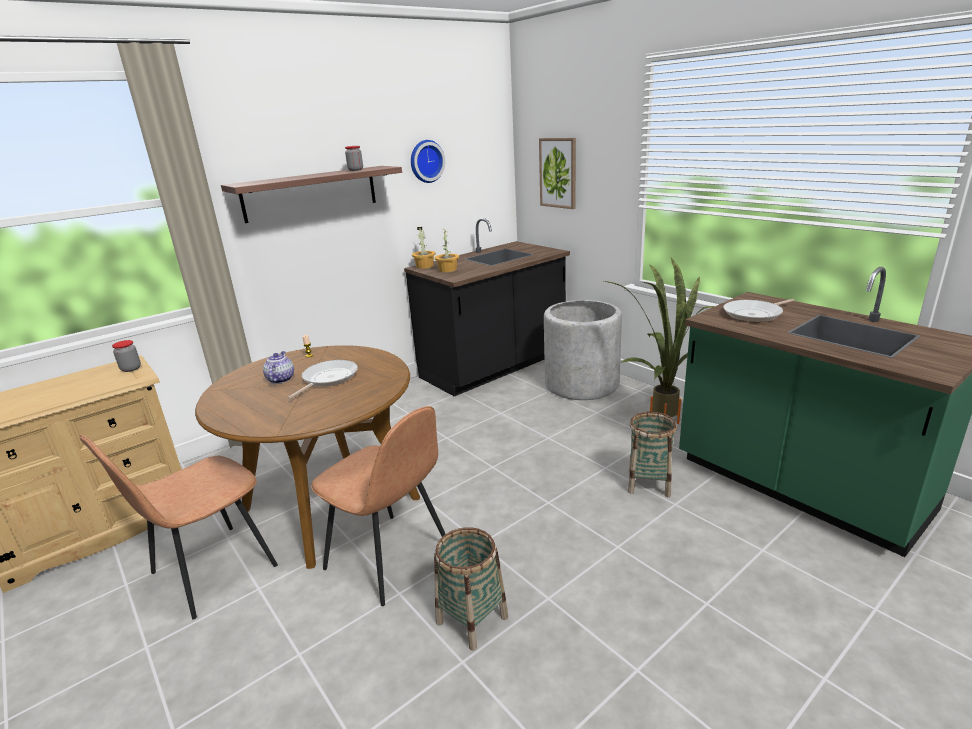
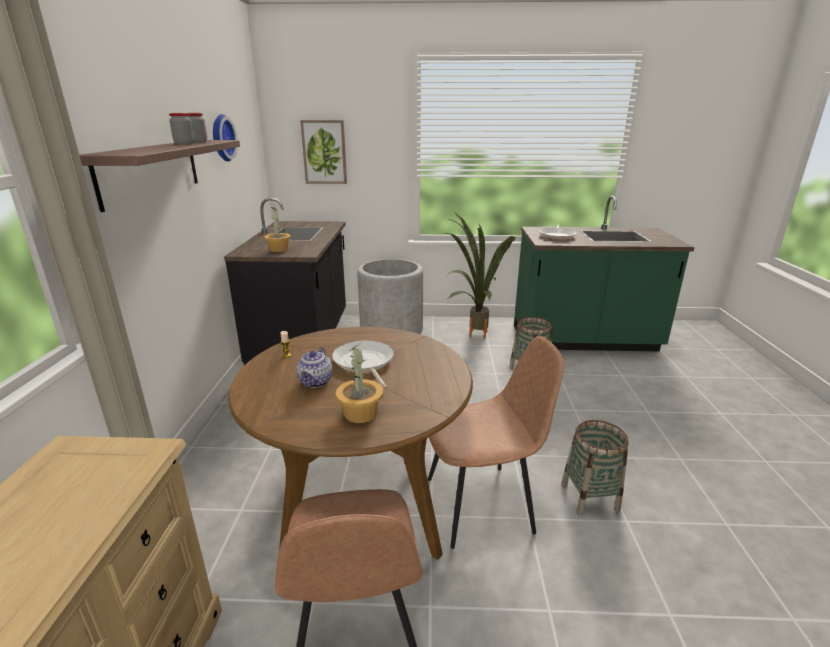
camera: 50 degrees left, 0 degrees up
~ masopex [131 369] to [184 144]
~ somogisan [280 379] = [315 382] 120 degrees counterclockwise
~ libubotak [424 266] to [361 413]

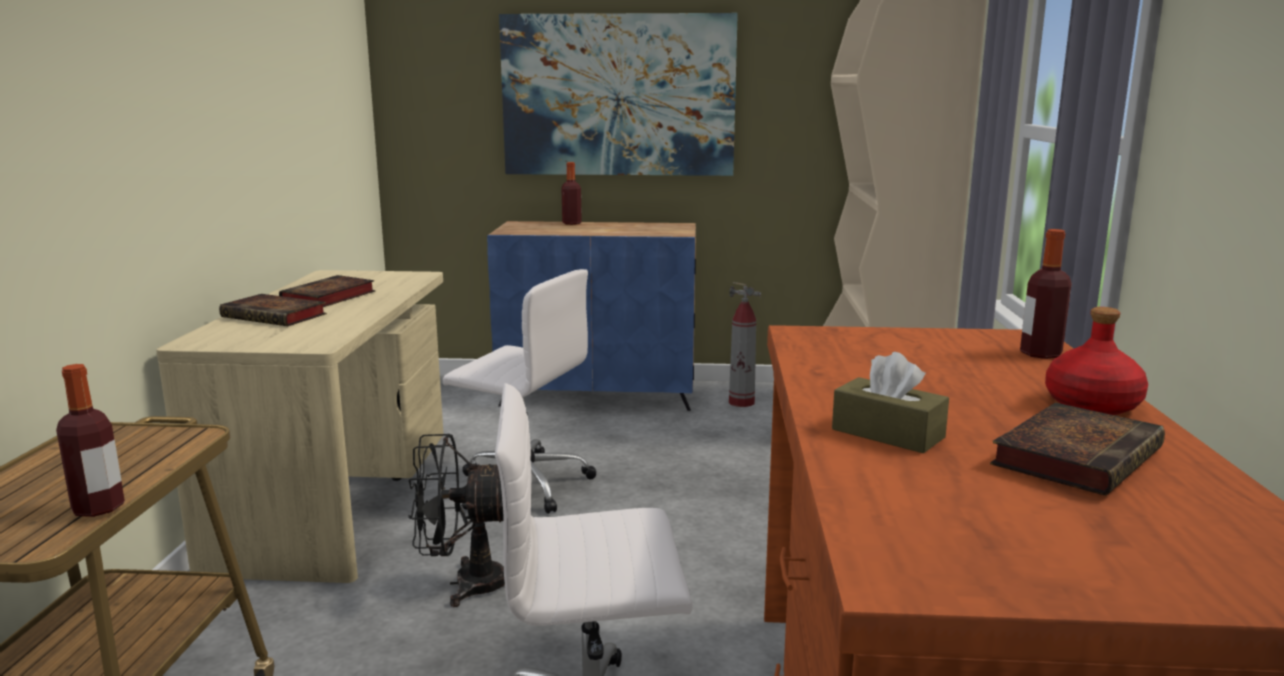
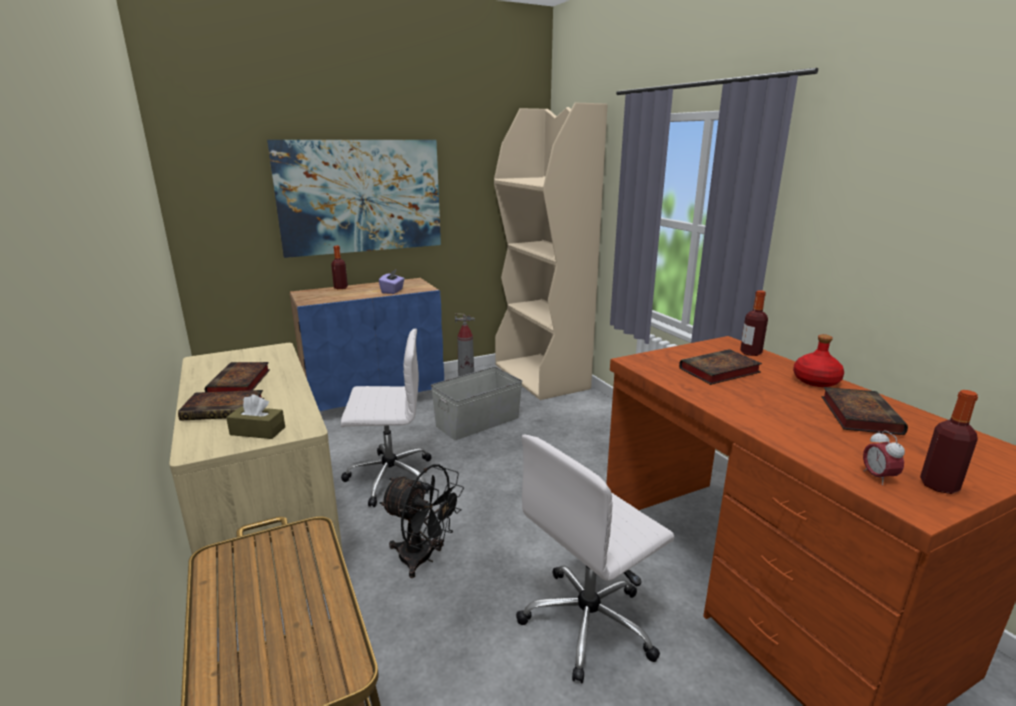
camera: 30 degrees left, 5 degrees up
~ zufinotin [98 508] to [939 486]
~ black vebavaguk [466 584] = [423 558] 120 degrees counterclockwise
~ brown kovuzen [887 433] to [257 431]
+ purple kovuzen [392 291]
+ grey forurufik [477 421]
+ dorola [718 371]
+ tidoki [877 477]

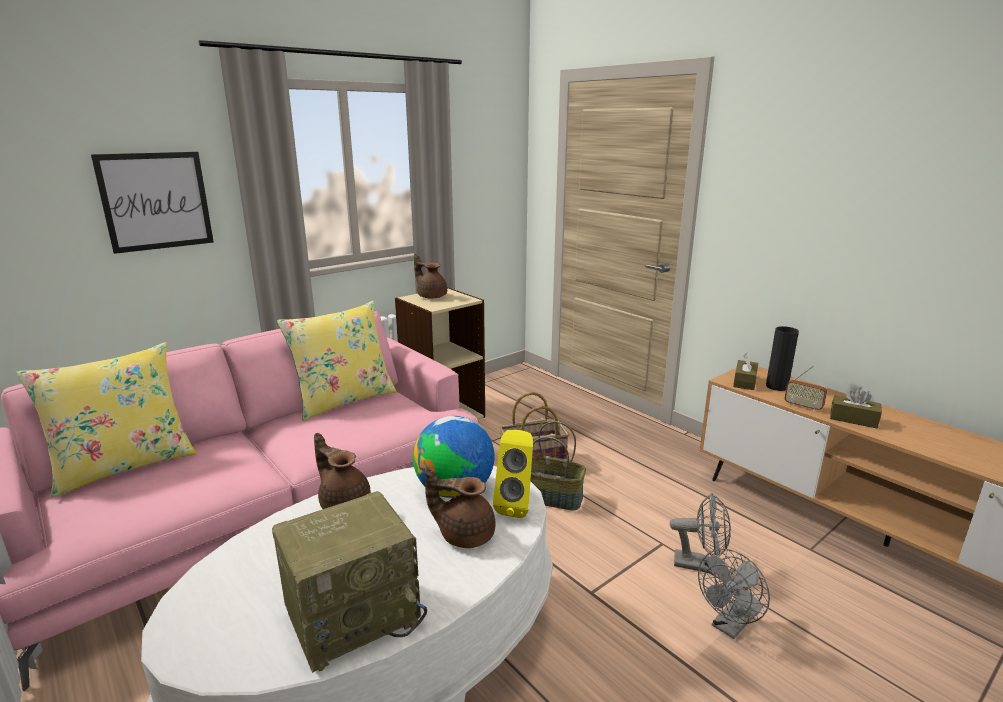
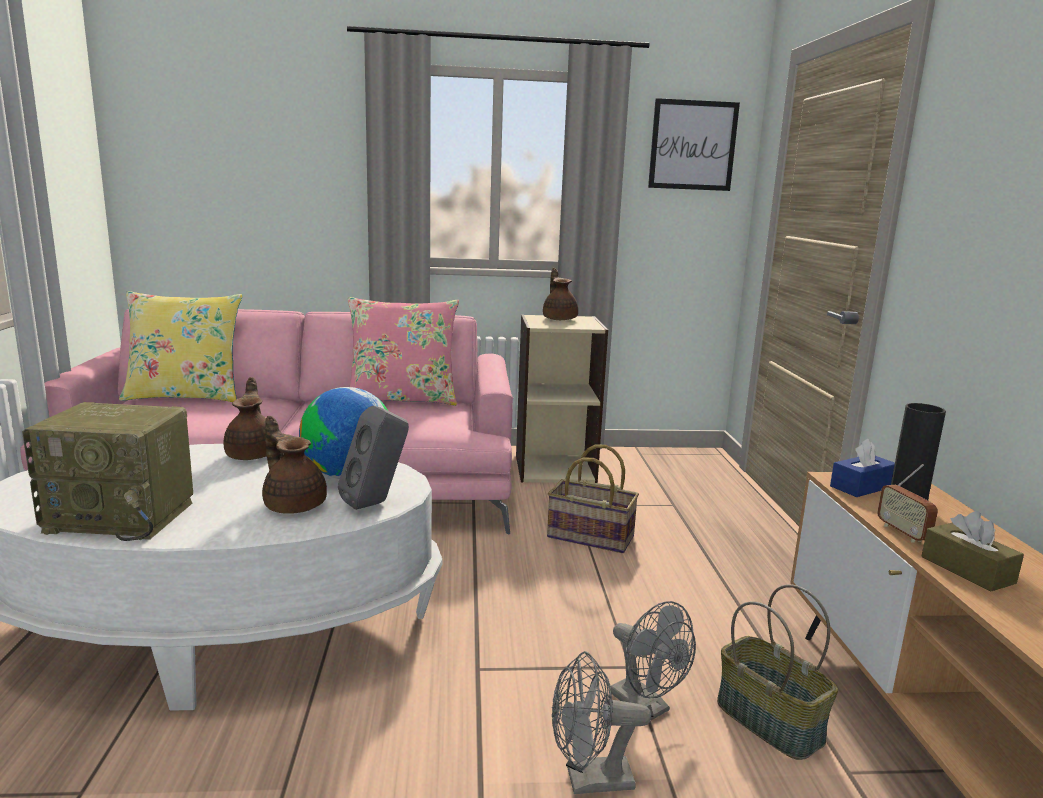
camera: 35 degrees right, 5 degrees down
~ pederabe [156 201] to [693 145]
~ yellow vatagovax [344 400] to pink vatagovax [402 399]
~ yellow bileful [516 505] to grey bileful [376 503]
~ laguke [553 497] to [771 721]
~ brown kovuzen [744 382] to blue kovuzen [861 487]

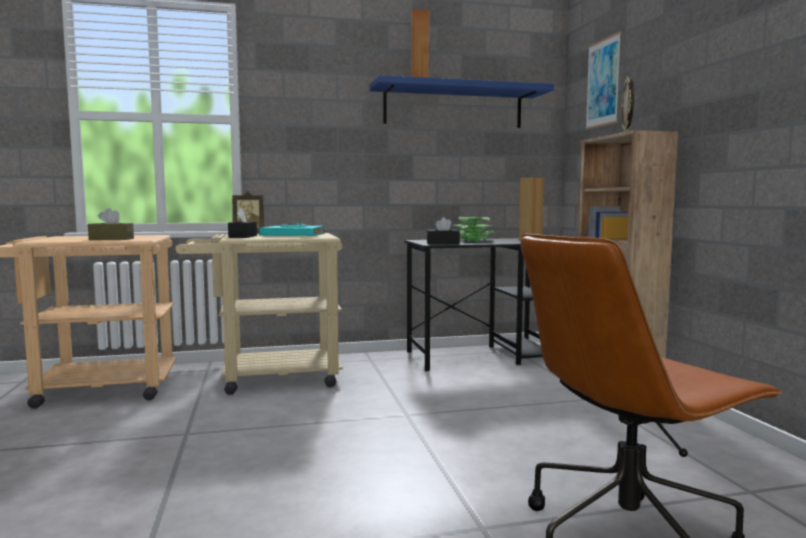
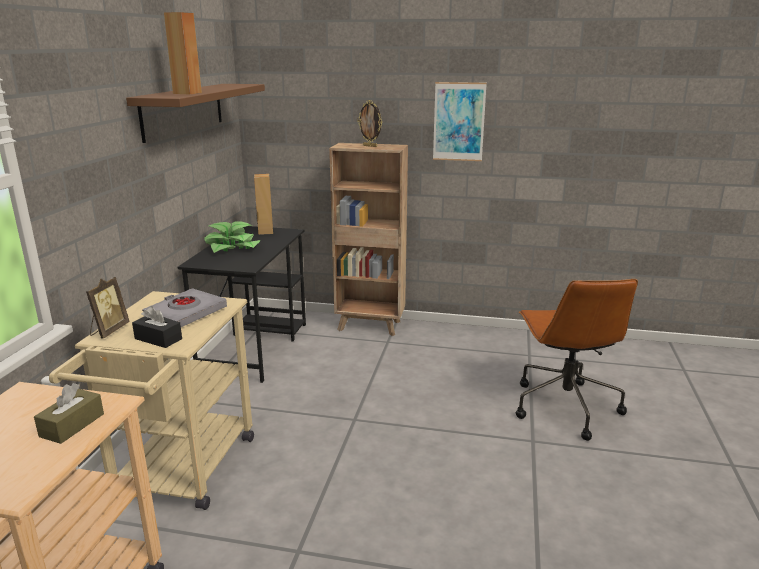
camera: 65 degrees left, 15 degrees up
~ turquoise dorola [293 236] to grey dorola [185 313]
~ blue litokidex [453 107] to brown litokidex [183 110]
- black kovuzen [443 243]
~ pederabe [603 83] to [459 122]

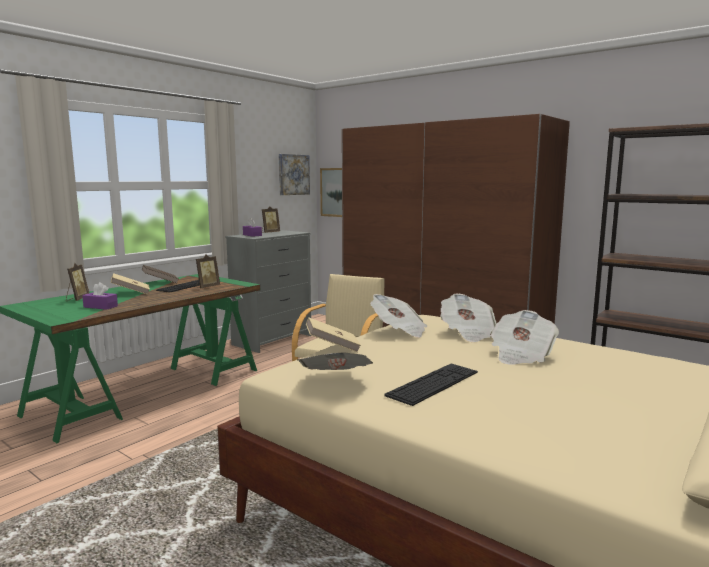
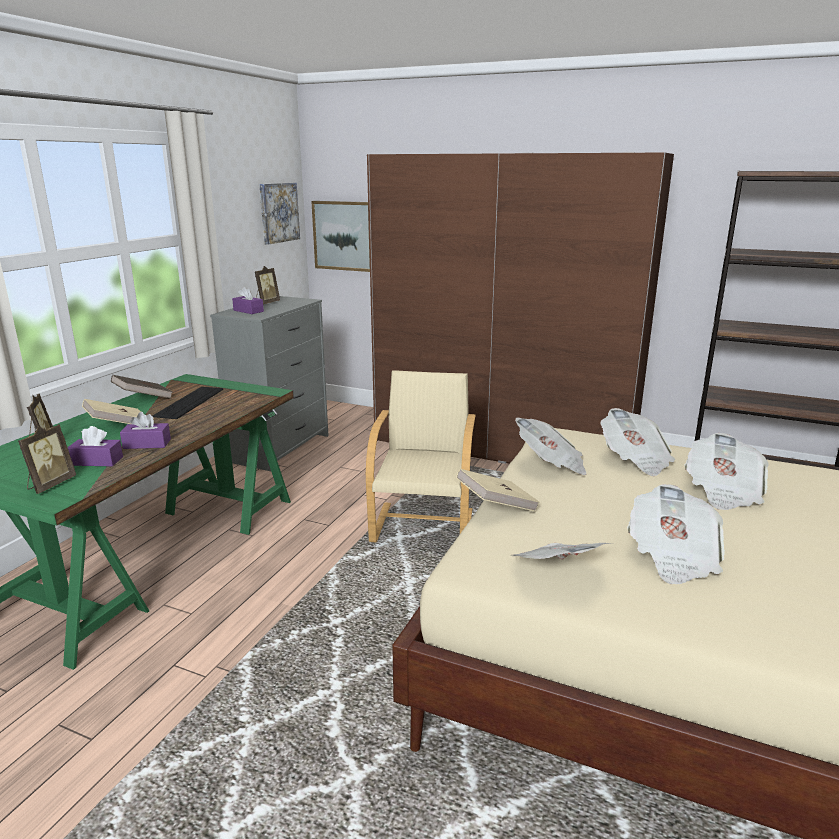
camera: 15 degrees left, 10 degrees up
~ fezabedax [207 287] to [50 485]
~ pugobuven [433 383] to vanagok [672 557]
+ purple kovuzen [147 444]

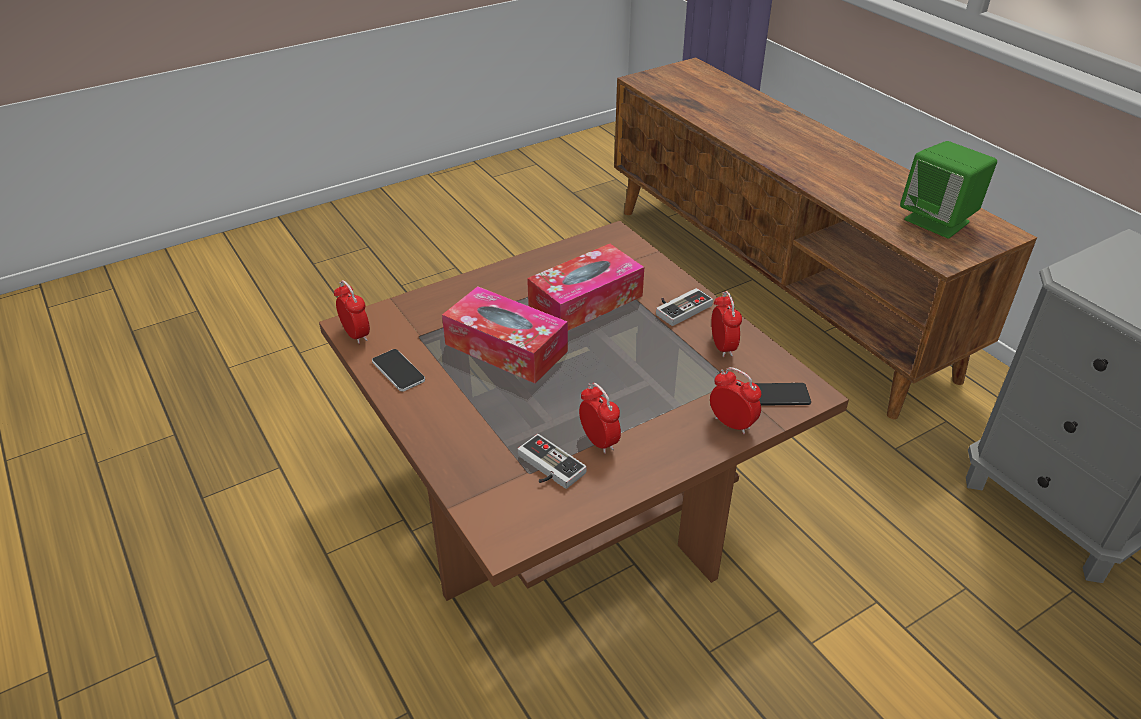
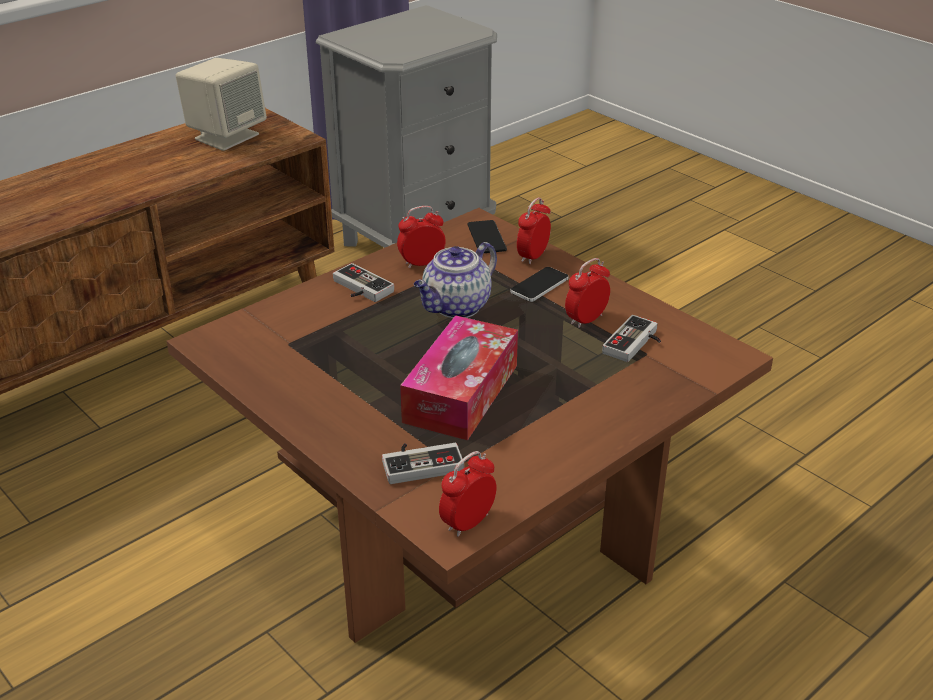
camera: 100 degrees left, 5 degrees down
~ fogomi [398 371] to [539 285]
- kovuzen [586 301]
~ green bileful [938 221] to beige bileful [226 136]
+ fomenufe [421 462]
+ somogisan [456 307]

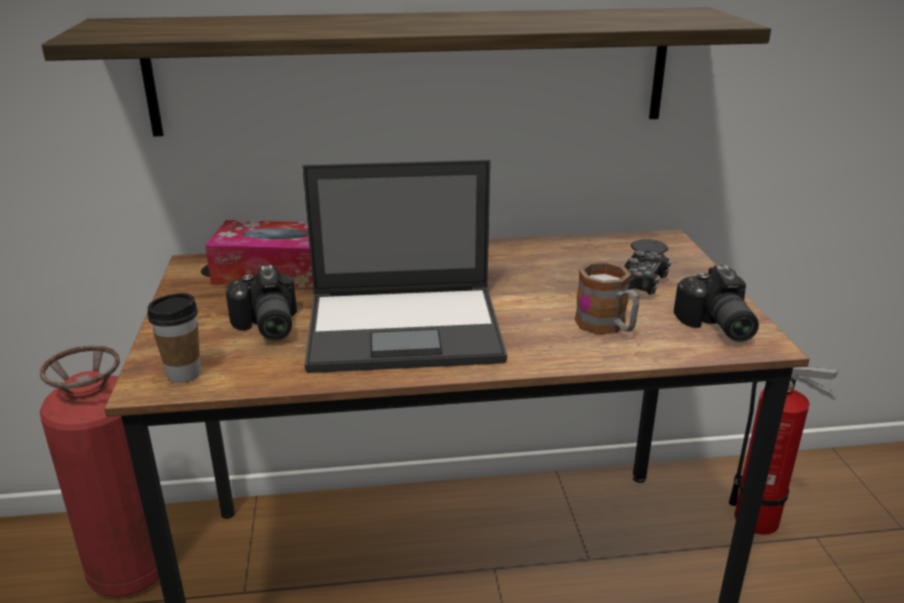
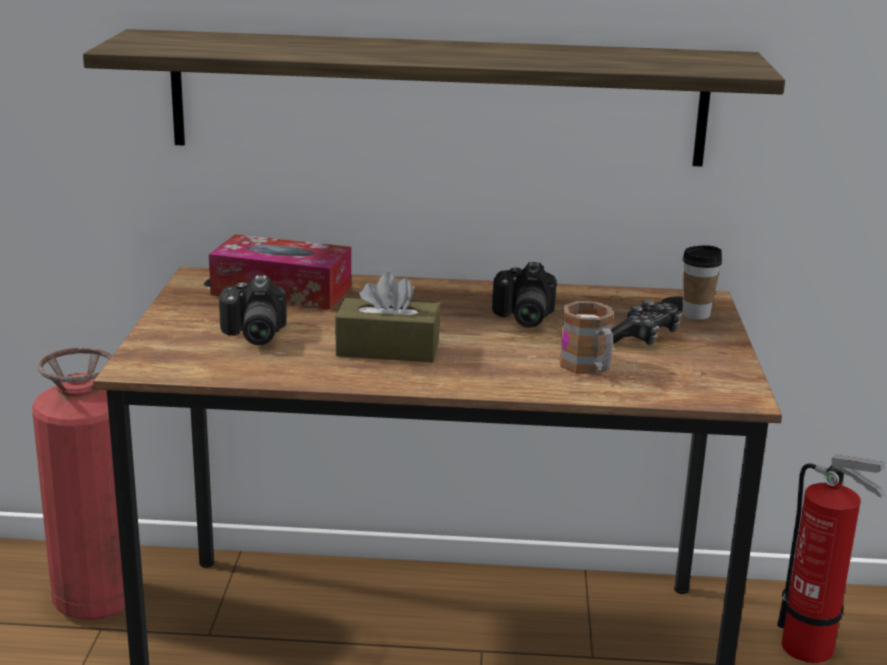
camera: 10 degrees right, 5 degrees down
~ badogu [184 374] to [696 314]
~ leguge [407 328] to brown kovuzen [387 349]
~ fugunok [715 326] to [521 317]

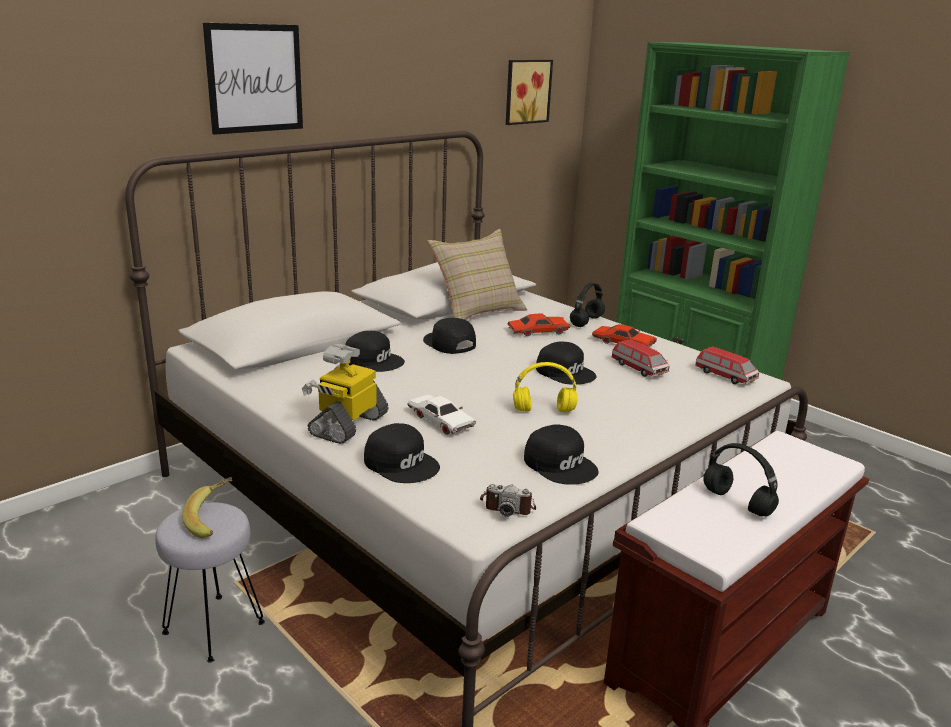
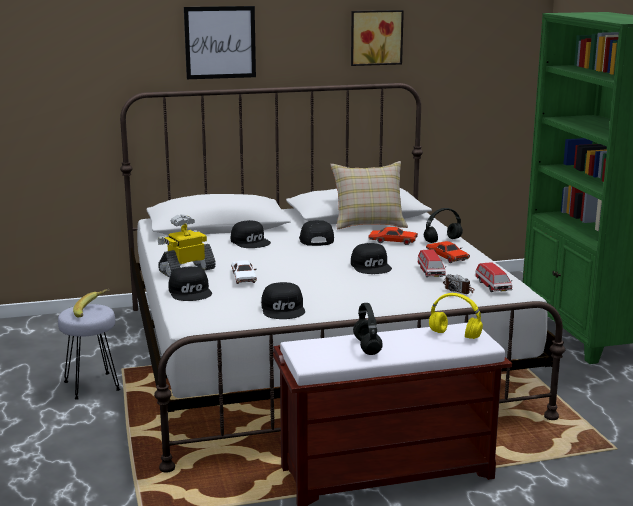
camera: 30 degrees right, 5 degrees down
~ fugunok [507 506] to [459 290]
~ pederabe [526 91] to [375 37]
~ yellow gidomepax [544 410] to [456 335]

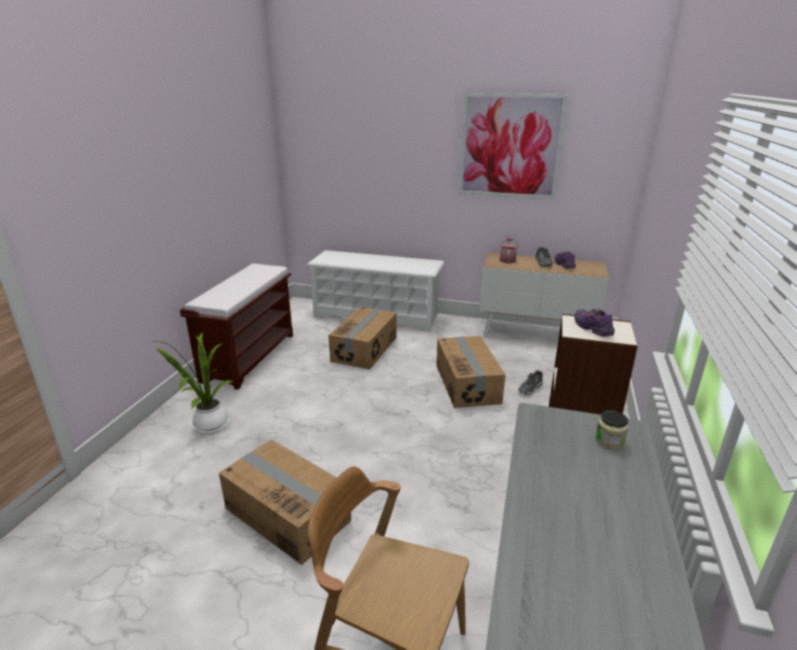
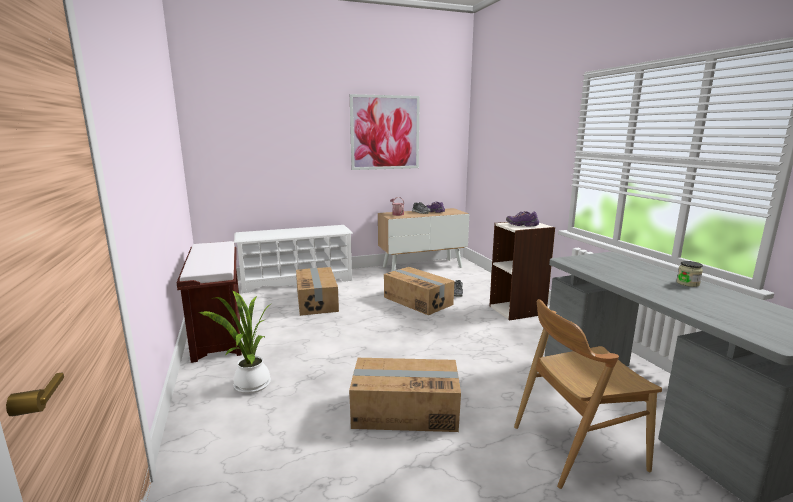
camera: 35 degrees left, 10 degrees down
~ masopex [609 441] to [687 283]

